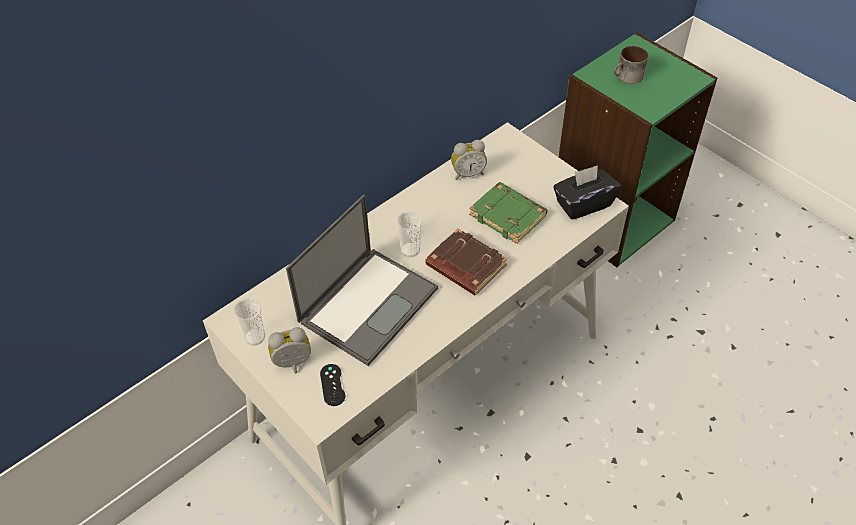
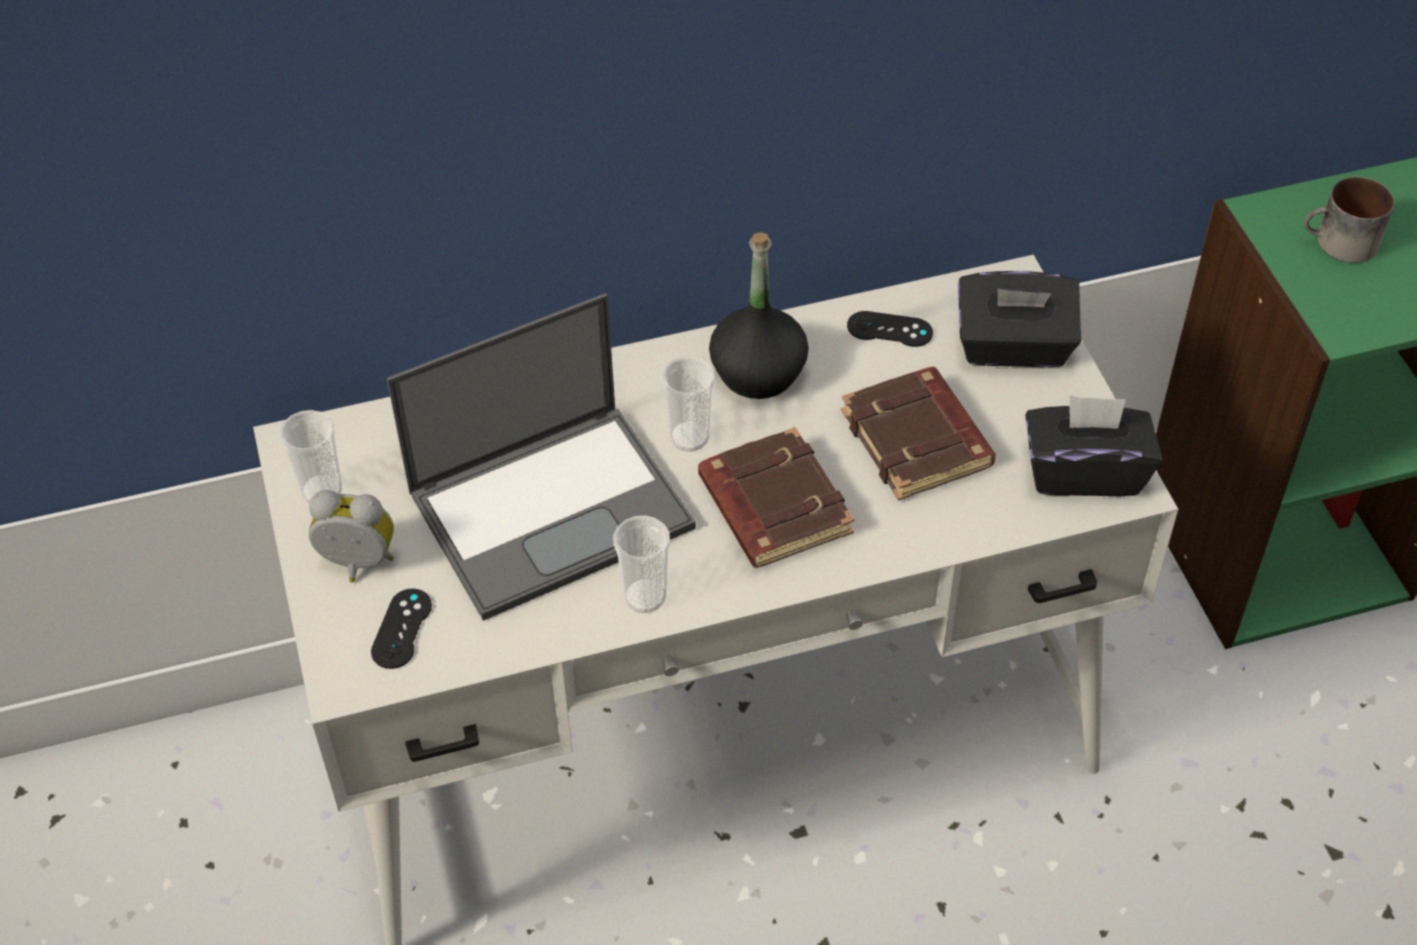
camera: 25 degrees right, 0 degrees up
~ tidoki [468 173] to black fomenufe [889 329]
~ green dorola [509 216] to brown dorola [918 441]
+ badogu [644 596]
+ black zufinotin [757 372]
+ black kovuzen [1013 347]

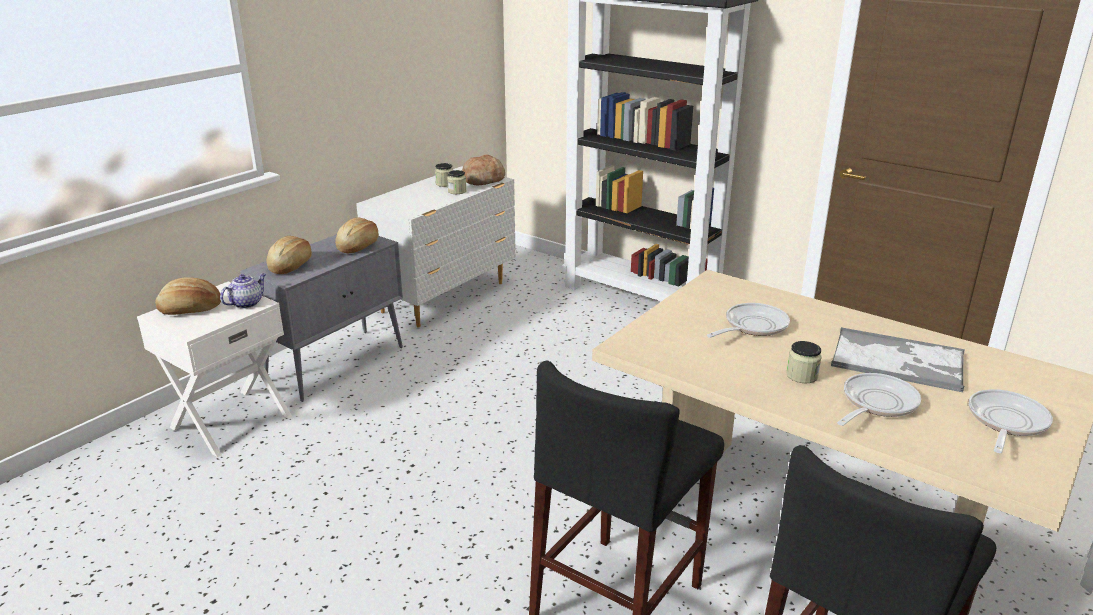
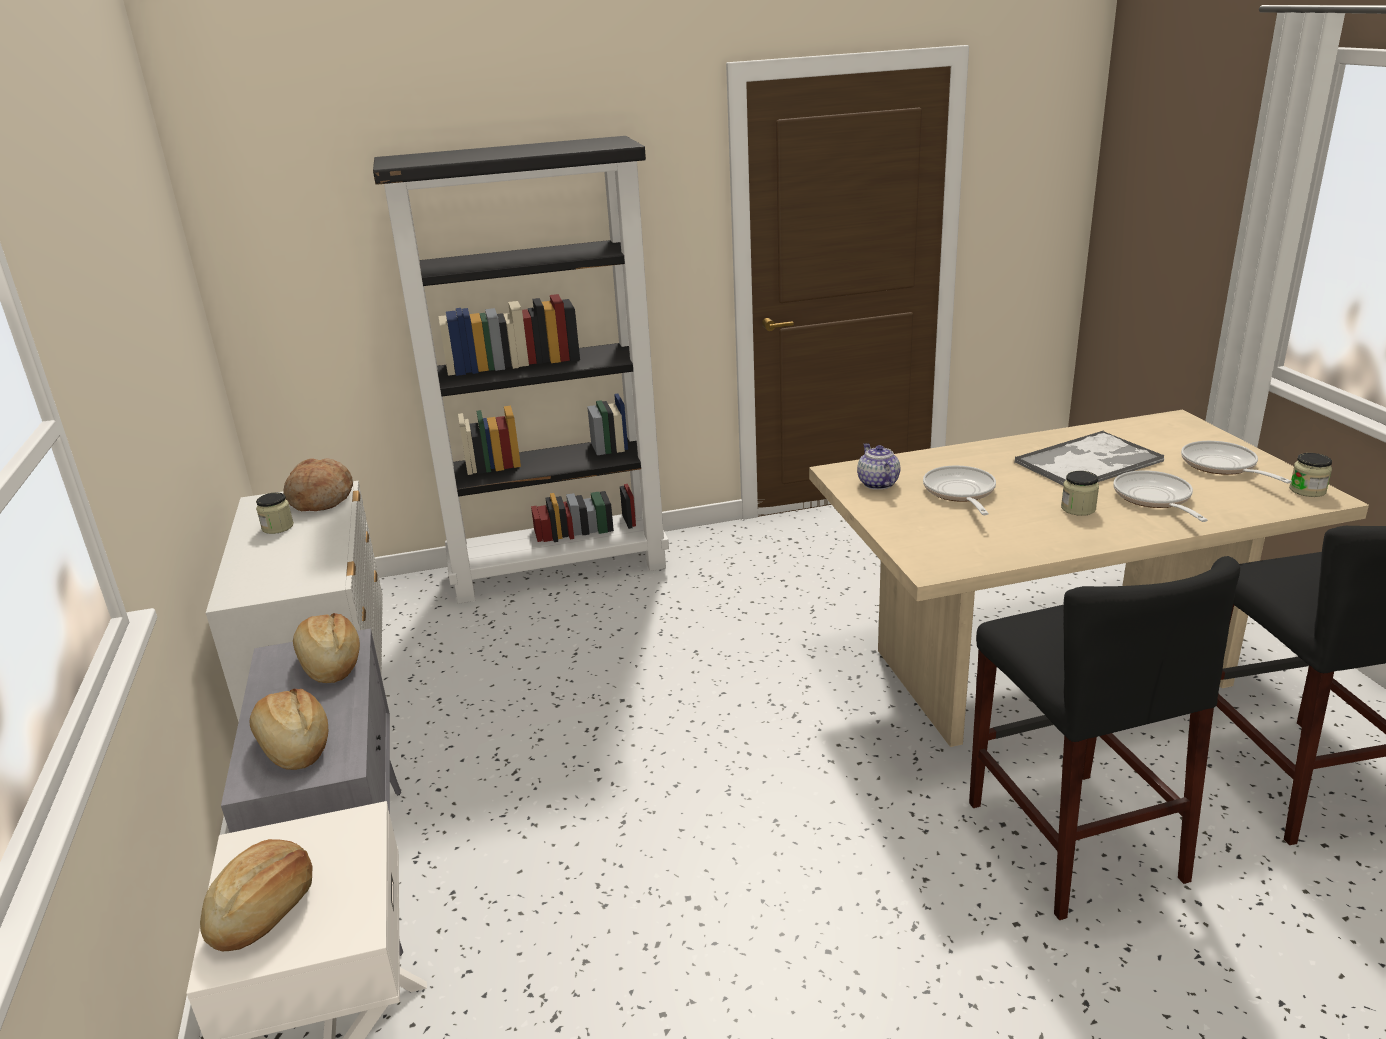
camera: 50 degrees left, 0 degrees up
~ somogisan [247 303] to [877 483]
~ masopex [457 191] to [1307 490]

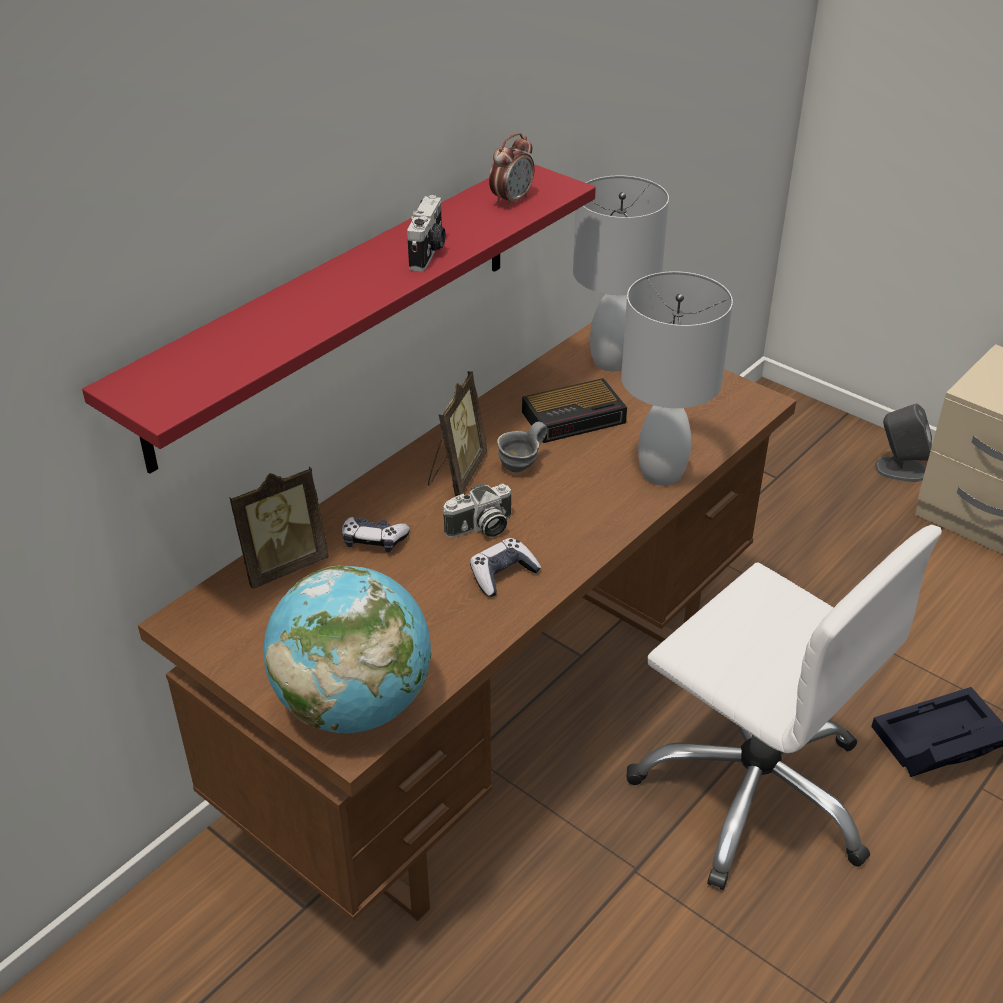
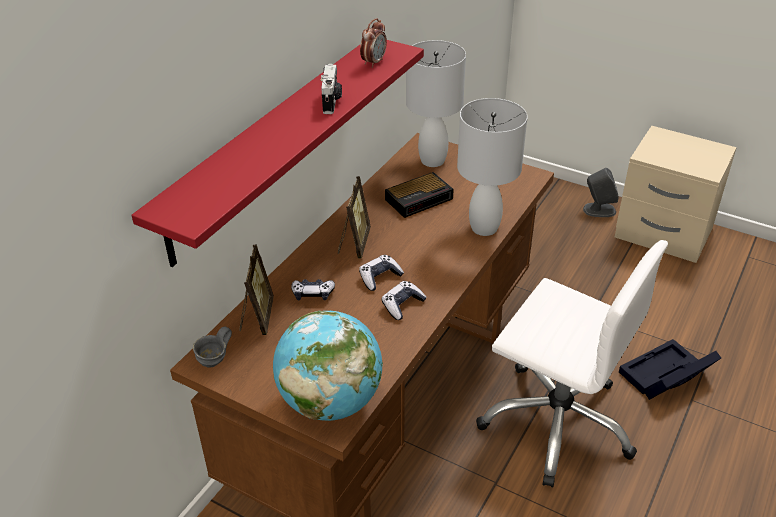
camera: 10 degrees left, 0 degrees up
~ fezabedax [282 565] = [256 317] 45 degrees counterclockwise
~ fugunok [480 529] to fomenufe [380 277]
~ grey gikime [522 467] to [216 362]

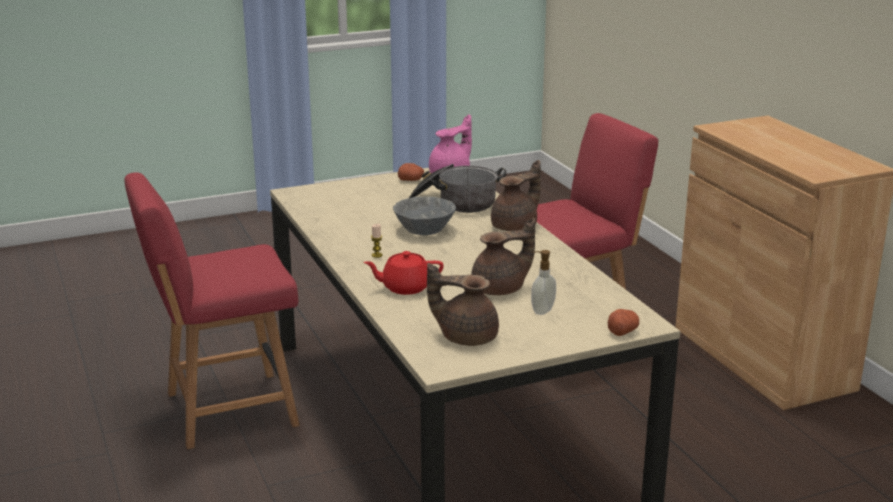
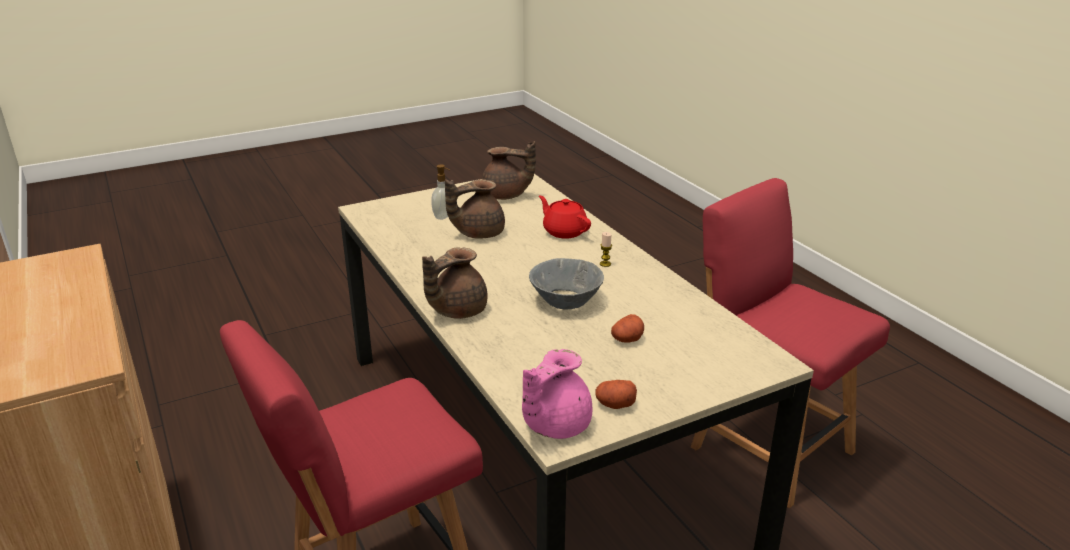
camera: 175 degrees right, 5 degrees up
~ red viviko [225 410] = [767 446] 105 degrees counterclockwise
~ red somogisan [405 287] = [564 231] 120 degrees counterclockwise
- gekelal [454 203]
~ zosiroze [622 331] to [627 339]

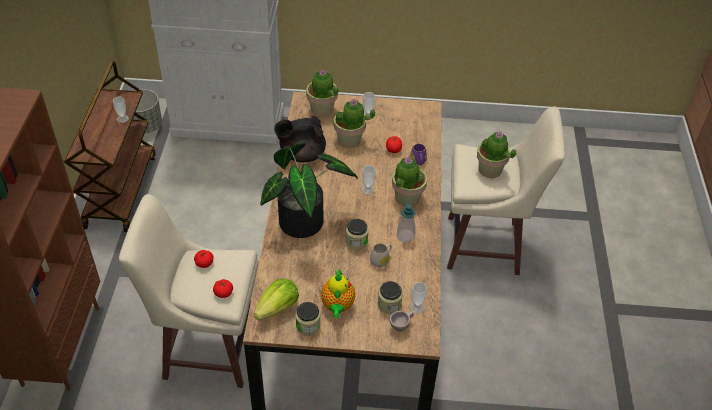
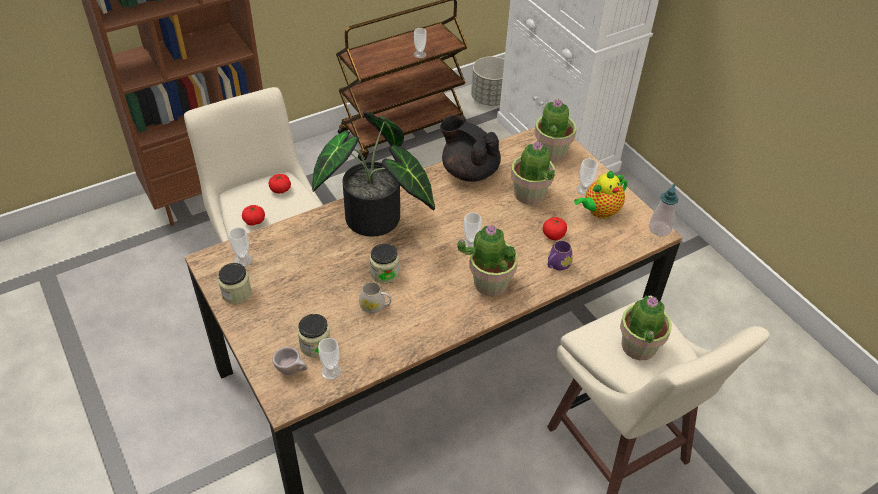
camera: 55 degrees right, 0 degrees up
~ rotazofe [278 308] to badogu [243 260]
~ somogisan [337 306] to [599 212]
~ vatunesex [405 236] to [659 229]

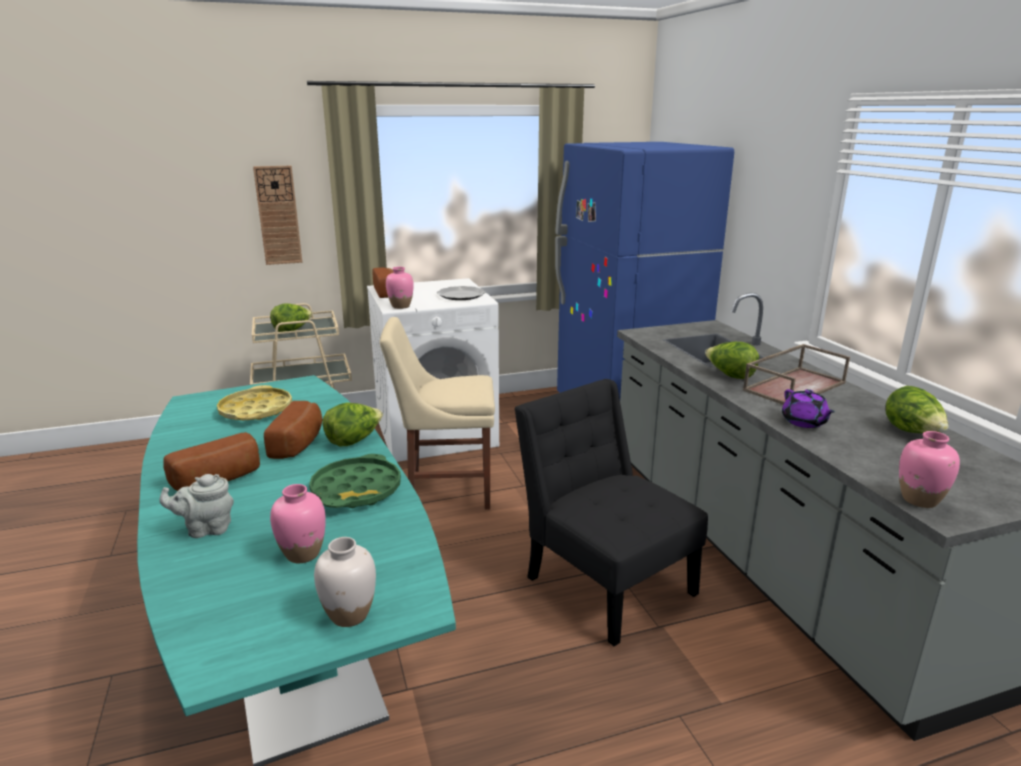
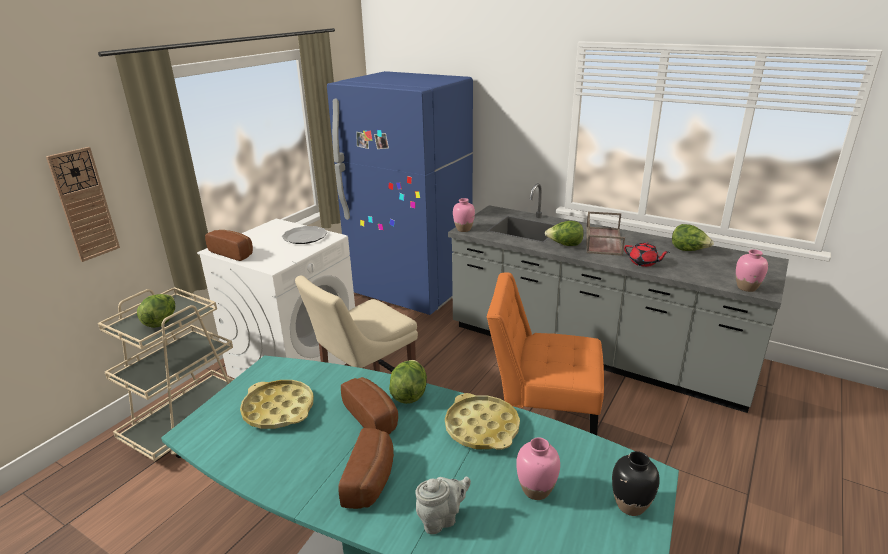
camera: 40 degrees left, 5 degrees up
~ grey somogisan [206 529] = [441 519] 150 degrees counterclockwise
~ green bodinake [356 490] to yellow bodinake [482 427]
~ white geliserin [349 615] to black geliserin [631 505]
~ pink geliserin [401 306] to [463 229]
~ black viviko [604 580] to orange viviko [542 412]
~ purple somogisan [804 422] to red somogisan [643 263]

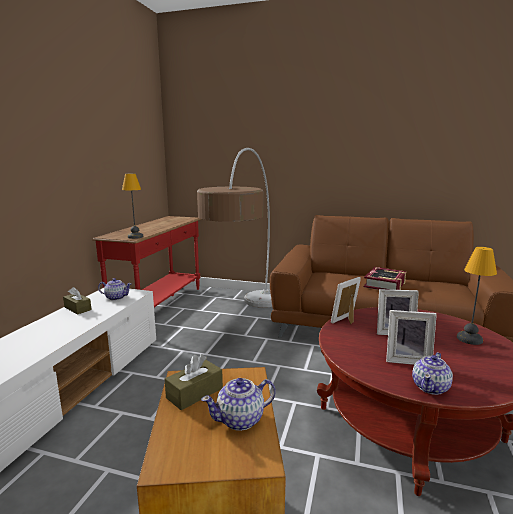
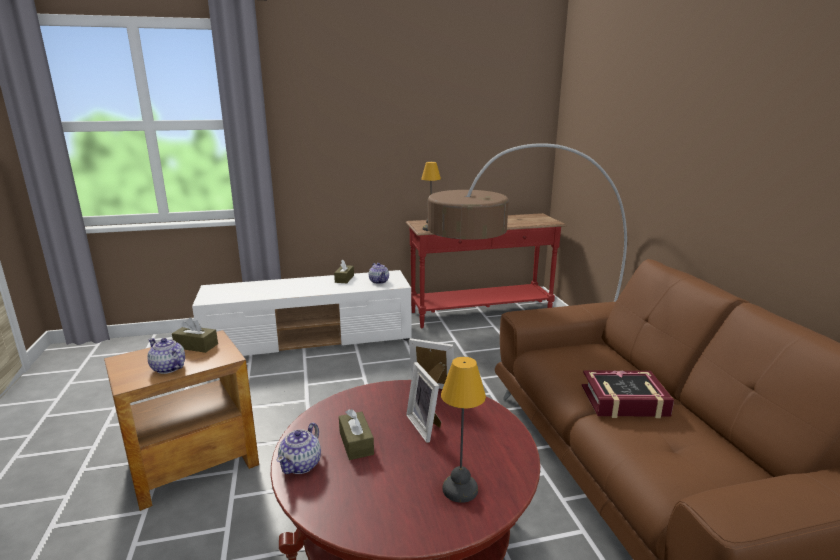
camera: 60 degrees right, 5 degrees up
~ fezabedax [407 359] to brown kovuzen [356 443]
~ somogisan [431 387] = [301 464] 75 degrees counterclockwise

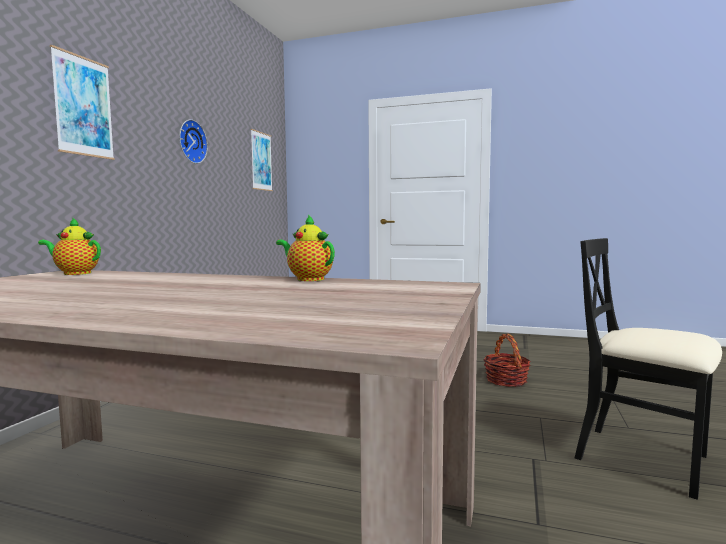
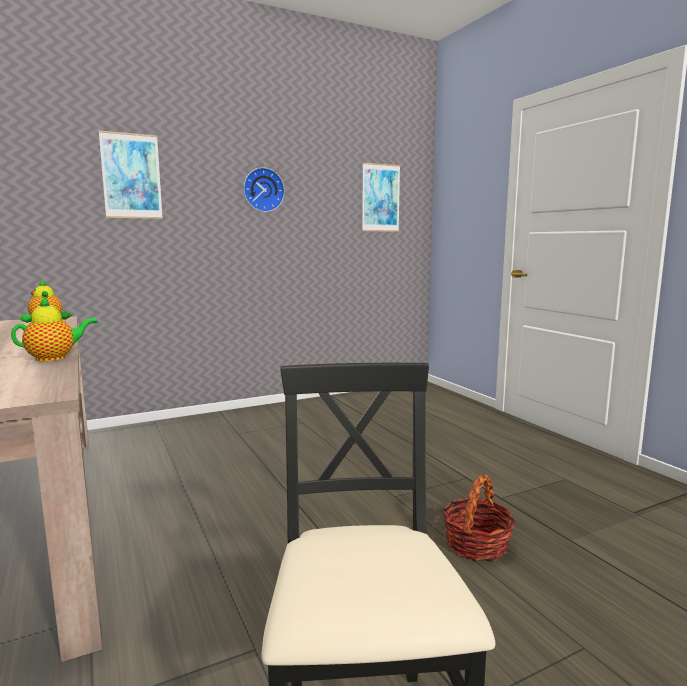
camera: 45 degrees right, 5 degrees up
~ somogisan [308 279] = [55 358] 60 degrees clockwise

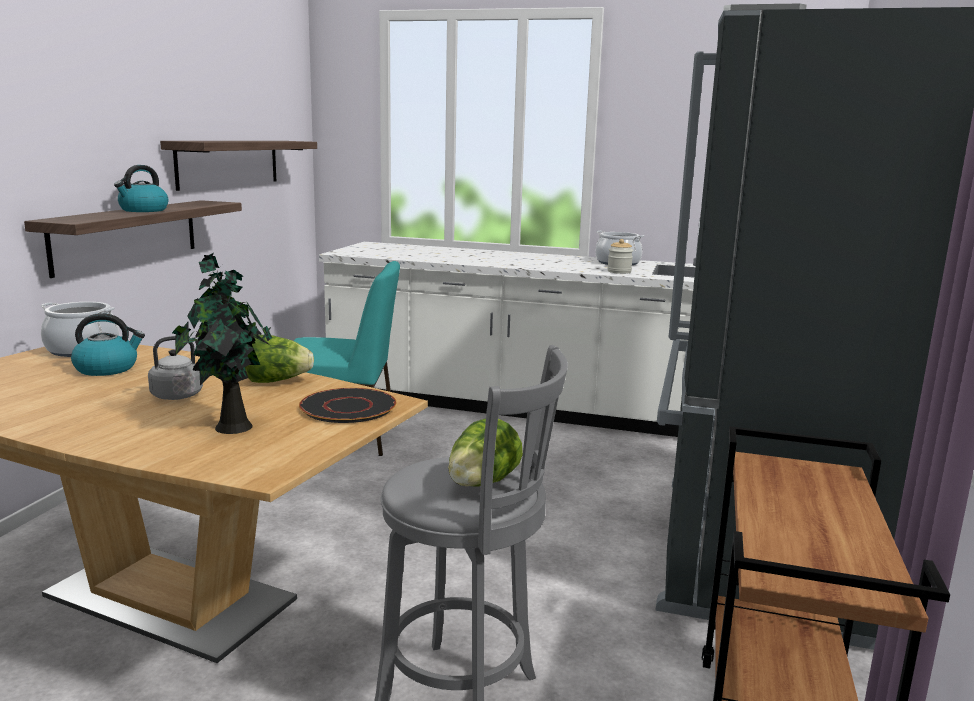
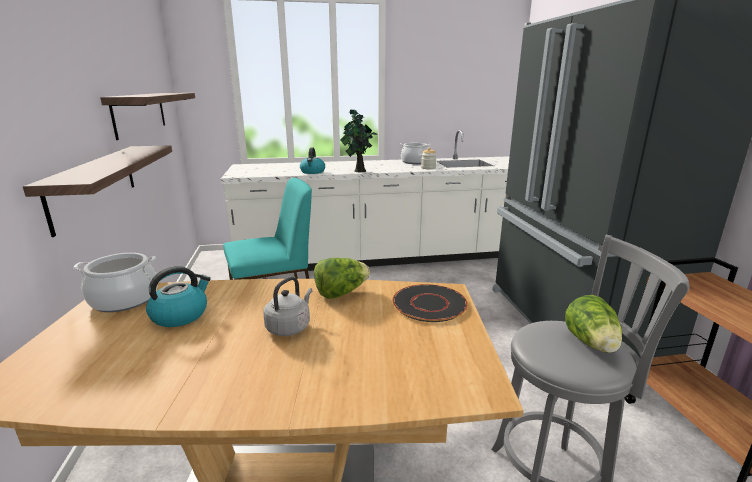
camera: 25 degrees left, 5 degrees up
~ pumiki [143 210] to [312 172]
~ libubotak [230 427] to [358 171]

